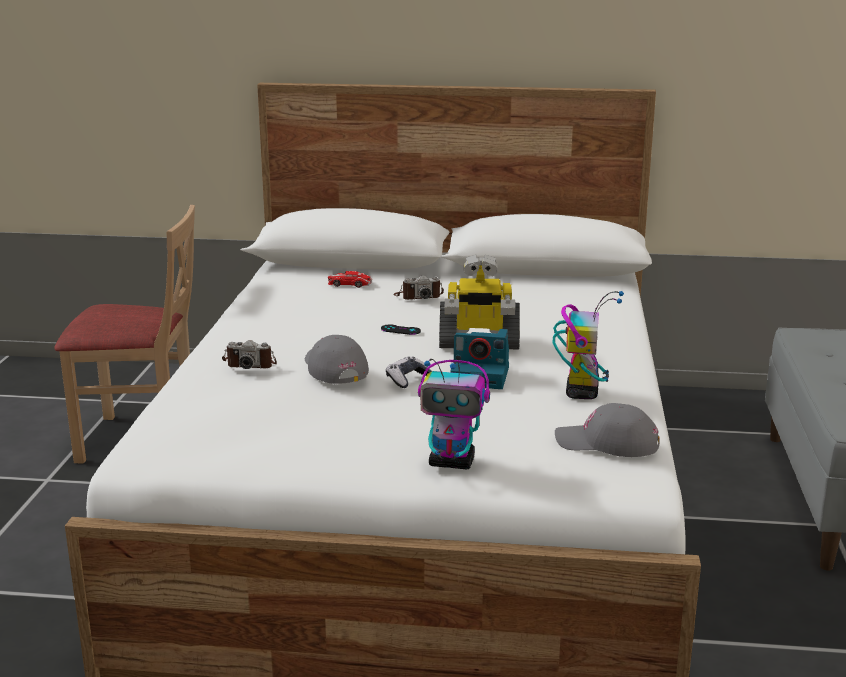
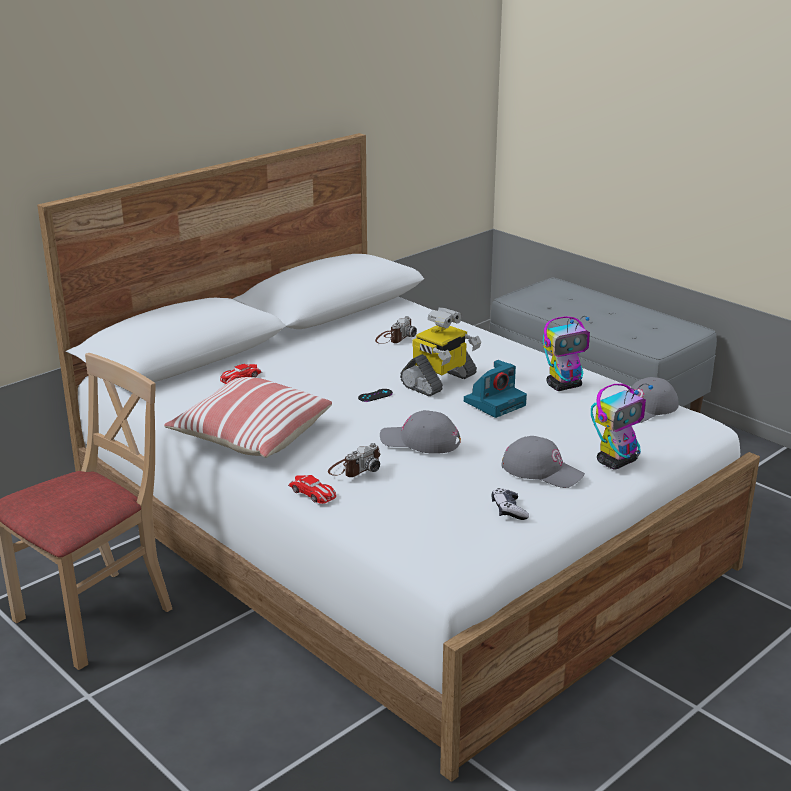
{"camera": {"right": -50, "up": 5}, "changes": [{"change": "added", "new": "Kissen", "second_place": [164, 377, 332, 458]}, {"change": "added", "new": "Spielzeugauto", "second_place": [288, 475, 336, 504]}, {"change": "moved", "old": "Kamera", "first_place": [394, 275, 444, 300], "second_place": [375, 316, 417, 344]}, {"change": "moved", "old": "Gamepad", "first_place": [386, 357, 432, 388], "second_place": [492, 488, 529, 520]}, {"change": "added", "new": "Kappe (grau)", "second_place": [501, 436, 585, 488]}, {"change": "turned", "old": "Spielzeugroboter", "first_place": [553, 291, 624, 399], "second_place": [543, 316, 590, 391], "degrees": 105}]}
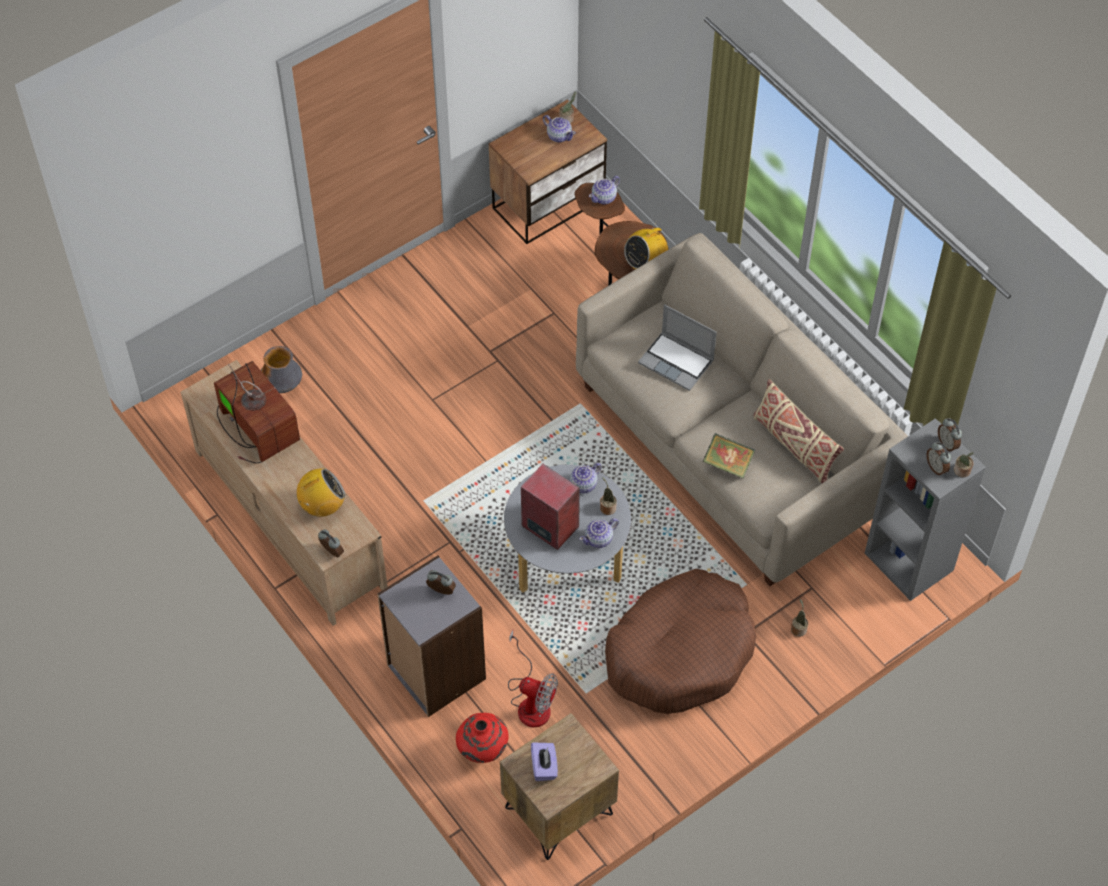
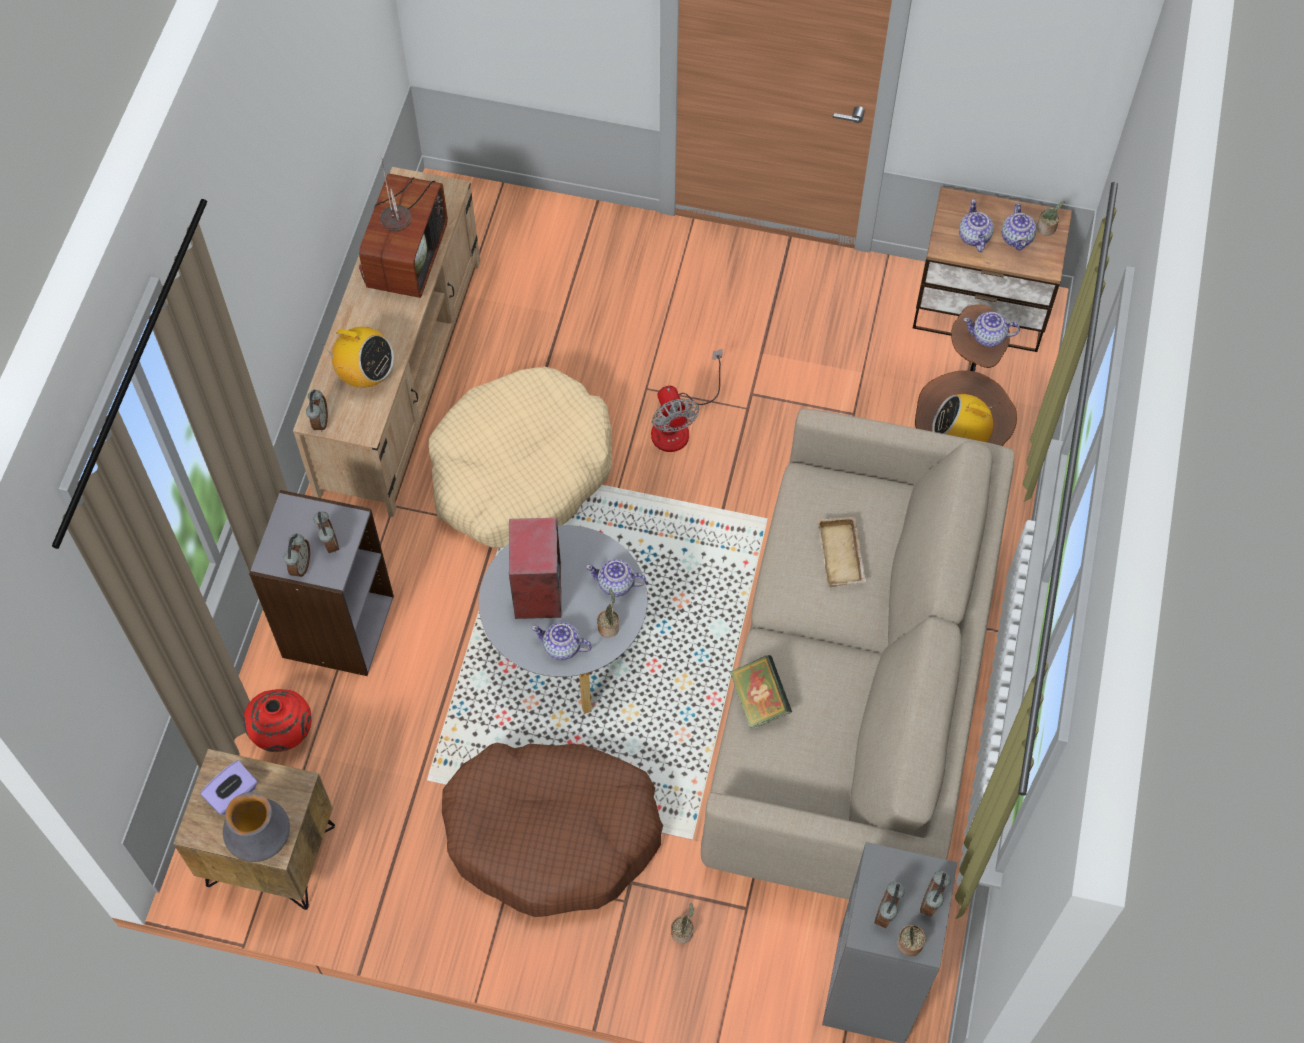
{"camera": {"right": 50, "up": 5}, "changes": [{"change": "moved", "old": "Vase", "first_place": [261, 346, 302, 393], "second_place": [223, 792, 290, 862]}, {"change": "added", "new": "Wecker", "second_place": [284, 534, 310, 578]}, {"change": "added", "new": "Hundebett (beige)", "second_place": [429, 367, 612, 548]}, {"change": "moved", "old": "Ventilator", "first_place": [508, 630, 558, 728], "second_place": [651, 349, 723, 452]}, {"change": "replaced", "old": "Laptop", "new": "Tablett (beige)", "first_place": [638, 304, 717, 391], "second_place": [818, 517, 866, 587]}, {"change": "added", "new": "Teekanne", "second_place": [959, 199, 994, 252]}, {"change": "removed", "old": "Kissen (beige)", "first_place": [753, 379, 844, 483]}]}
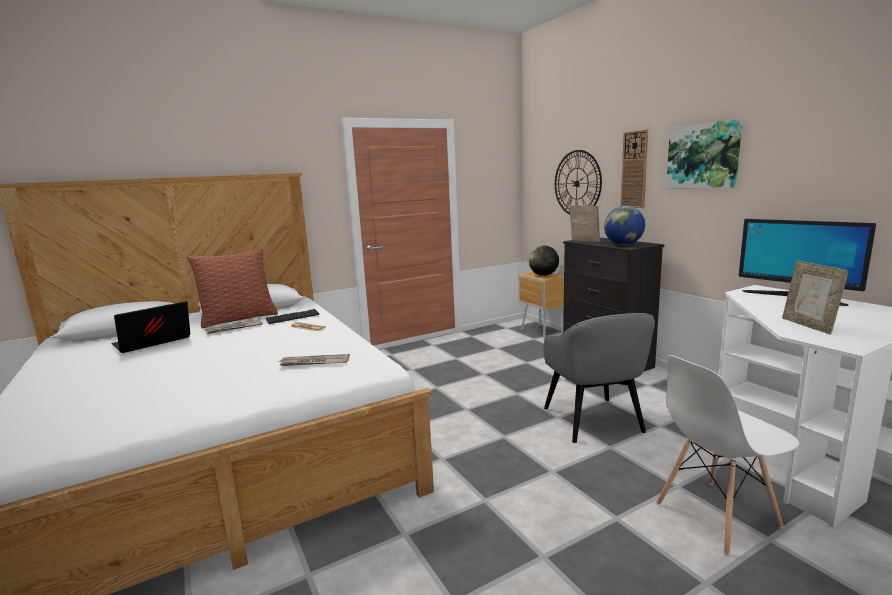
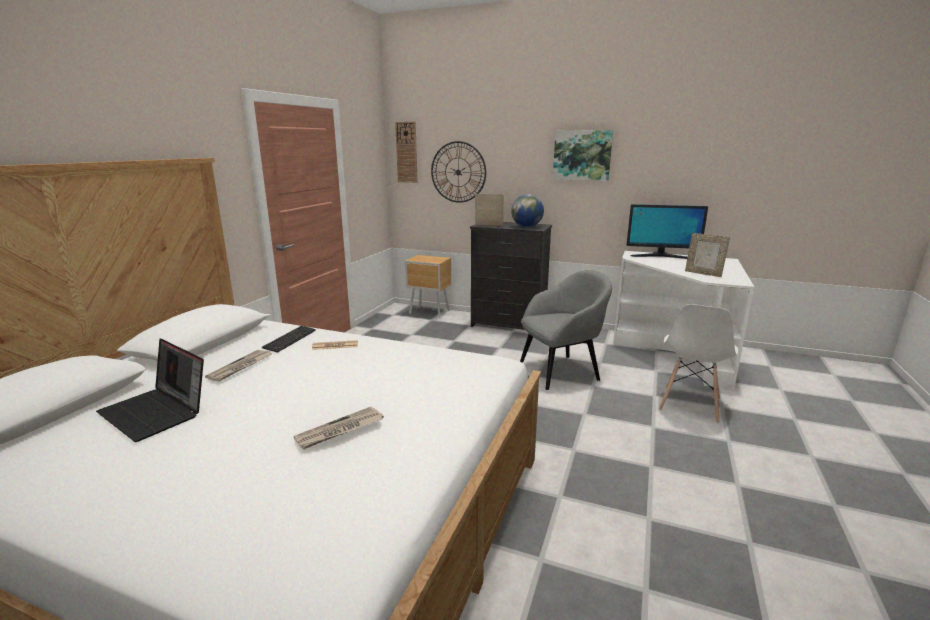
{"camera": {"right": -40, "up": 5}, "changes": [{"change": "turned", "old": "Laptop", "first_place": [111, 301, 190, 353], "second_place": [96, 339, 204, 442], "degrees": -60}, {"change": "moved", "old": "Zeitung", "first_place": [277, 354, 350, 366], "second_place": [294, 406, 384, 449]}, {"change": "moved", "old": "Wanduhr", "first_place": [621, 130, 648, 208], "second_place": [395, 122, 418, 183]}, {"change": "turned", "old": "Sessel (grau)", "first_place": [543, 313, 655, 443], "second_place": [520, 270, 612, 390], "degrees": -60}, {"change": "removed", "old": "Kissen", "first_place": [187, 248, 278, 328]}, {"change": "removed", "old": "Globus", "first_place": [528, 245, 559, 276]}]}
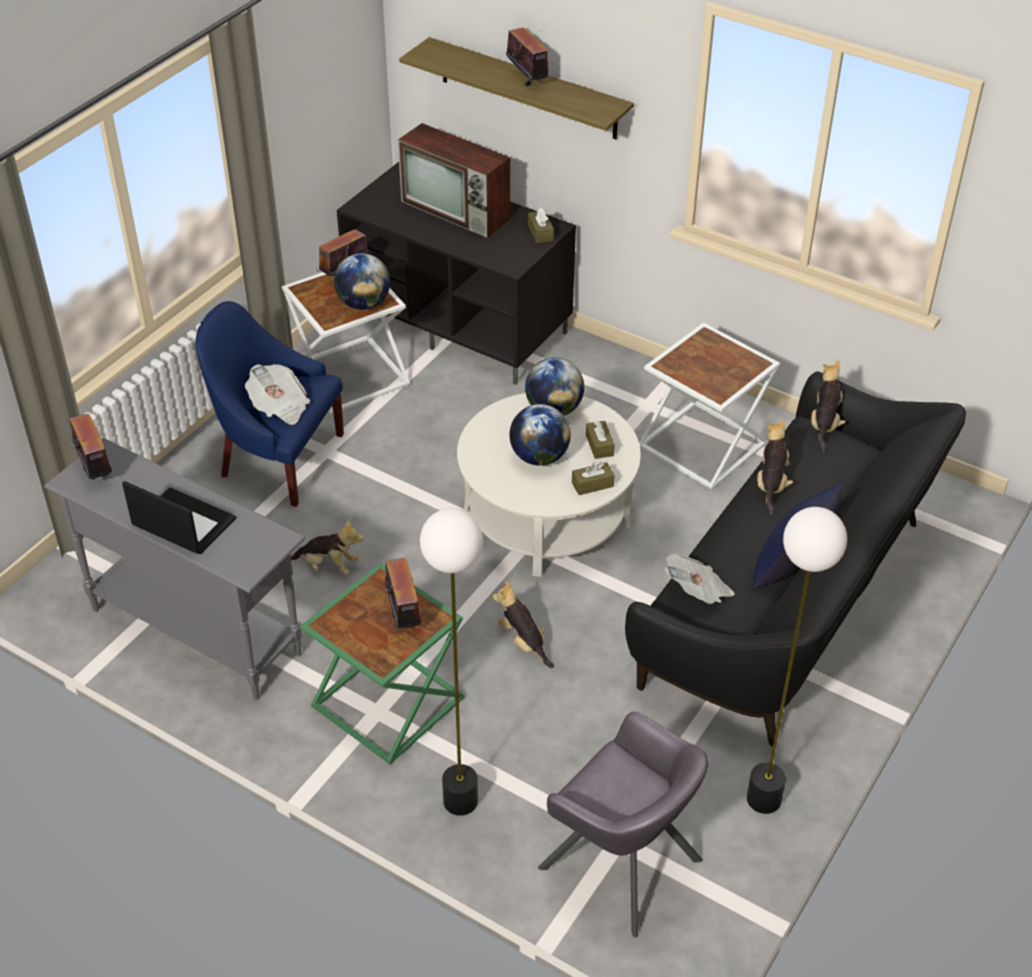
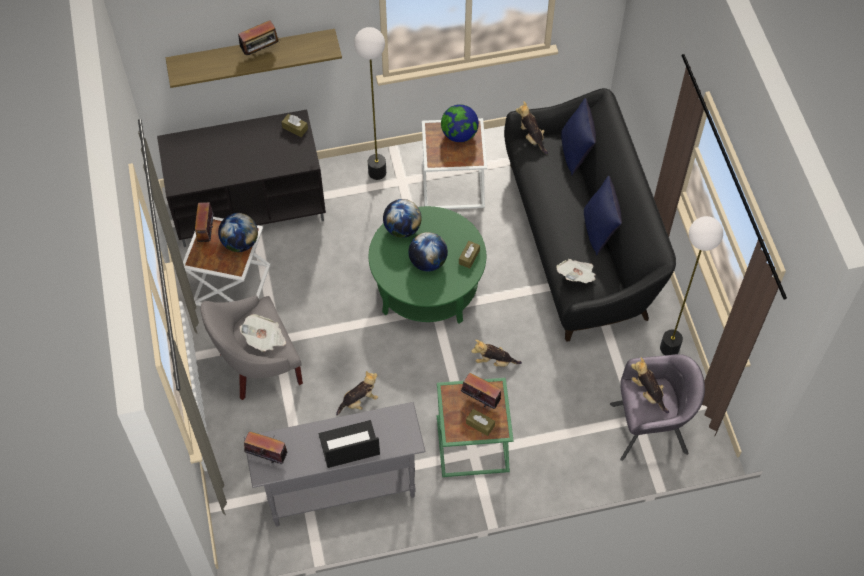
{"camera": {"right": -45, "up": 15}, "changes": [{"change": "recoloured", "old": "Sessel (blau)", "new": "Sessel (grau)", "first_place": [195, 301, 344, 507], "second_place": [201, 295, 303, 400]}, {"change": "turned", "old": "Radio", "first_place": [506, 28, 548, 88], "second_place": [238, 20, 279, 55], "degrees": 135}, {"change": "moved", "old": "Stehlampe", "first_place": [420, 508, 483, 816], "second_place": [354, 27, 386, 180]}, {"change": "recoloured", "old": "Couchtisch (weiß)", "new": "Couchtisch (grün)", "first_place": [457, 393, 641, 577], "second_place": [369, 206, 486, 324]}, {"change": "added", "new": "Globus", "second_place": [441, 104, 479, 142]}, {"change": "moved", "old": "Taschentuchbox (braun)", "first_place": [586, 421, 615, 459], "second_place": [466, 409, 495, 436]}, {"change": "added", "new": "Kissen (blau)", "second_place": [561, 98, 596, 175]}, {"change": "moved", "old": "Plüschtier", "first_place": [757, 419, 793, 515], "second_place": [631, 357, 669, 414]}, {"change": "removed", "old": "Fernseher", "first_place": [398, 123, 510, 238]}]}
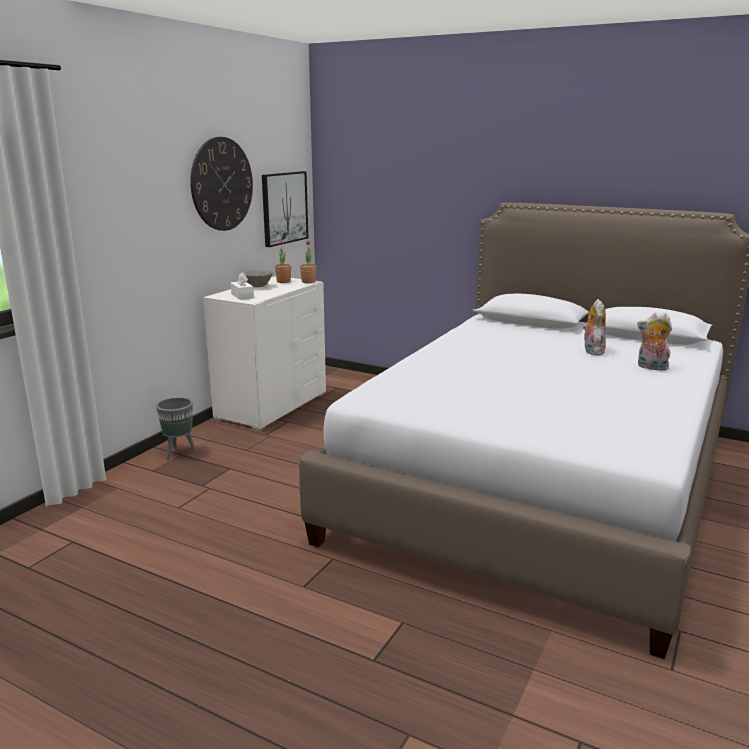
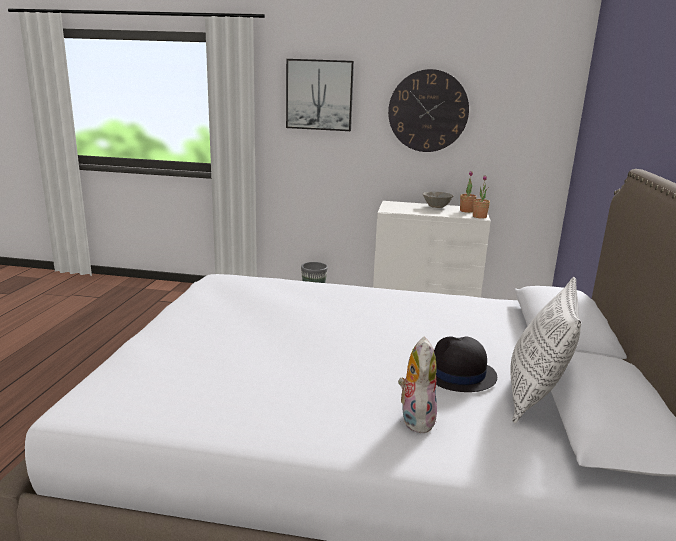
{"camera": {"right": 70, "up": 0}, "changes": [{"change": "moved", "old": "Bild", "first_place": [262, 171, 308, 247], "second_place": [286, 59, 354, 131]}, {"change": "replaced", "old": "Plüschtier", "new": "Hut (schwarz)", "first_place": [583, 299, 606, 355], "second_place": [434, 336, 497, 392]}, {"change": "added", "new": "Kissen", "second_place": [510, 277, 581, 423]}, {"change": "removed", "old": "Taschentuchbox (weiß)", "first_place": [231, 273, 254, 300]}]}
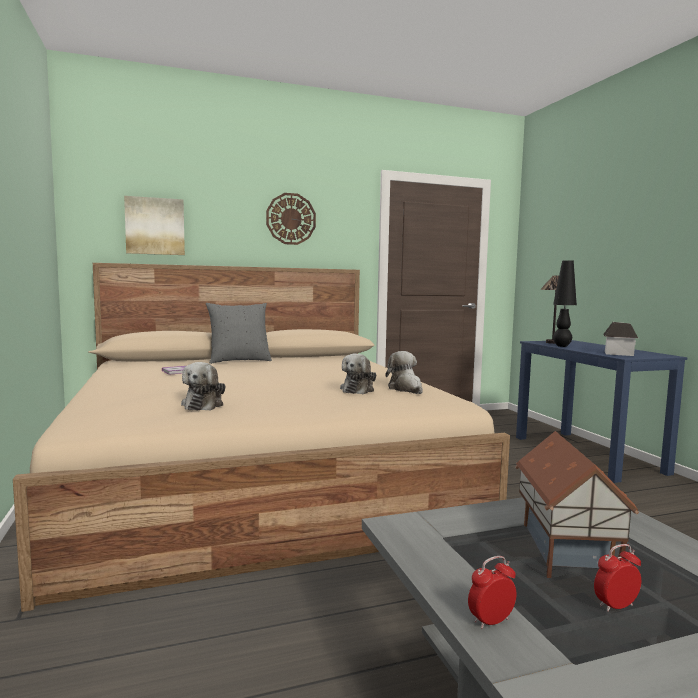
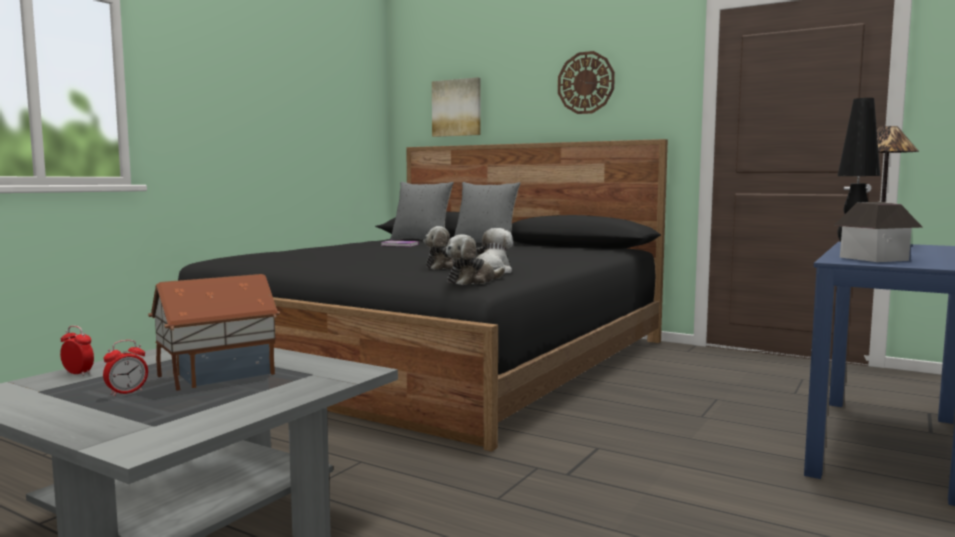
{"camera": {"right": 50, "up": 0}, "changes": [{"change": "turned", "old": "Wecker", "first_place": [594, 544, 641, 612], "second_place": [103, 340, 148, 396], "degrees": 105}, {"change": "recoloured", "old": "Bett (beige)", "new": "Bett (schwarz)", "first_place": [13, 263, 510, 612], "second_place": [178, 139, 668, 452]}, {"change": "added", "new": "Kissen (grau)", "second_place": [390, 182, 454, 240]}, {"change": "moved", "old": "Plüschtier", "first_place": [181, 362, 225, 411], "second_place": [446, 234, 505, 285]}]}
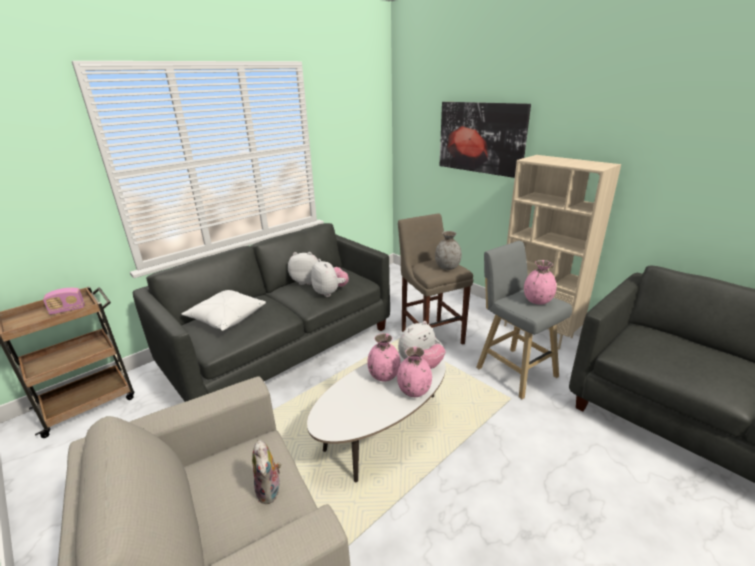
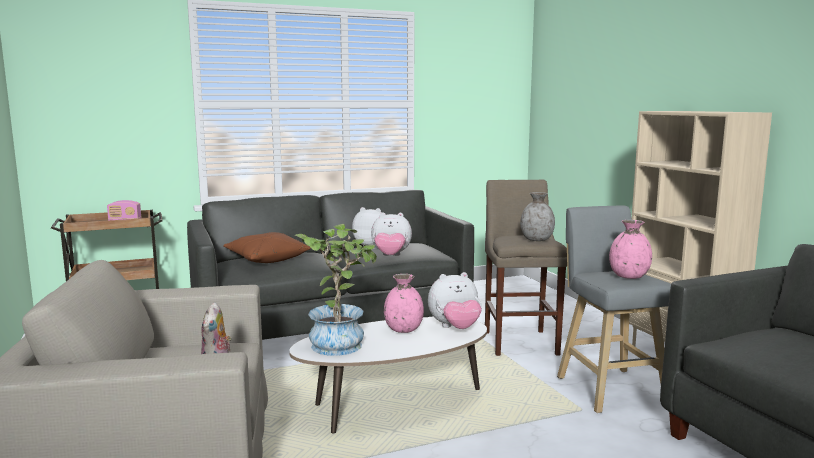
{"camera": {"right": 20, "up": -15}, "changes": [{"change": "recoloured", "old": "Kissen (weiß)", "new": "Kissen (braun)", "first_place": [181, 290, 266, 331], "second_place": [223, 232, 311, 263]}, {"change": "added", "new": "Topfpflanze", "second_place": [295, 224, 377, 356]}, {"change": "turned", "old": "Plüschtier", "first_place": [311, 259, 349, 297], "second_place": [371, 212, 412, 256], "degrees": 105}, {"change": "removed", "old": "Vase (rosa)", "first_place": [397, 347, 432, 397]}, {"change": "removed", "old": "Bild", "first_place": [439, 102, 531, 178]}]}
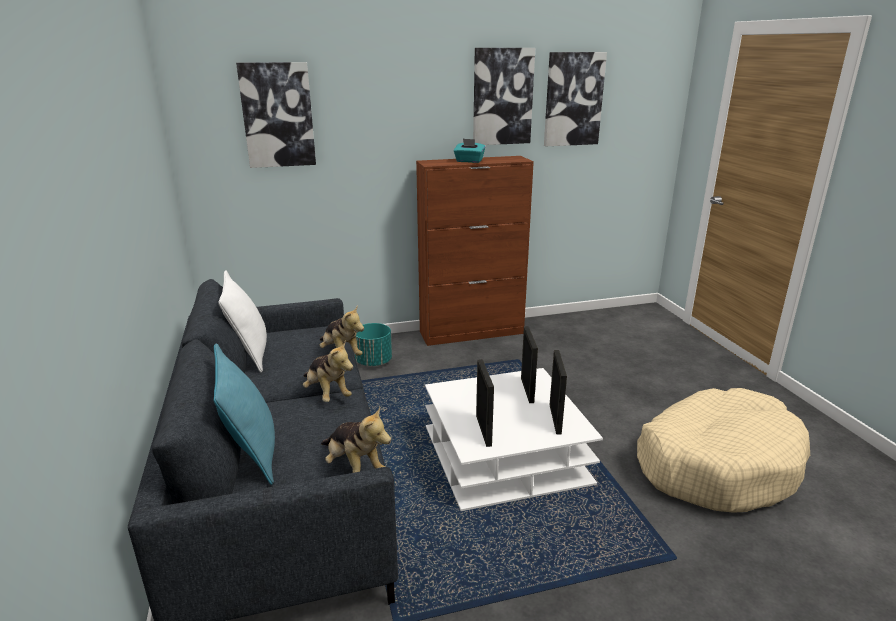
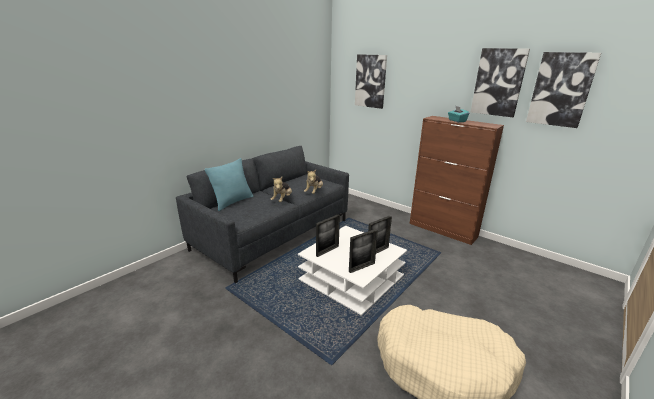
{"camera": {"right": 55, "up": 0}, "changes": [{"change": "removed", "old": "Kissen (weiß)", "first_place": [218, 270, 267, 372]}, {"change": "removed", "old": "Plüschtier", "first_place": [321, 407, 391, 473]}, {"change": "removed", "old": "Pflanzkübel (türkis)", "first_place": [355, 323, 392, 366]}]}
